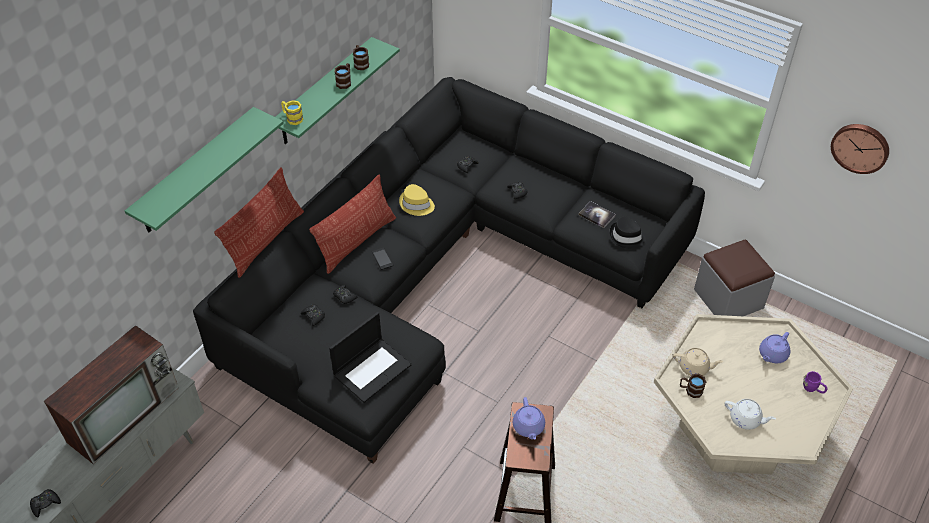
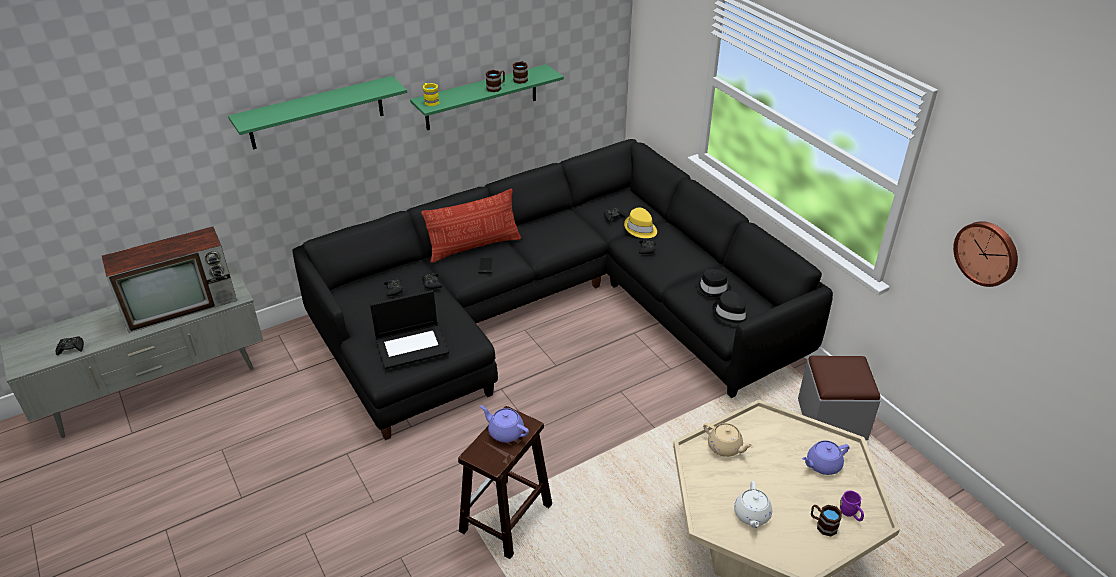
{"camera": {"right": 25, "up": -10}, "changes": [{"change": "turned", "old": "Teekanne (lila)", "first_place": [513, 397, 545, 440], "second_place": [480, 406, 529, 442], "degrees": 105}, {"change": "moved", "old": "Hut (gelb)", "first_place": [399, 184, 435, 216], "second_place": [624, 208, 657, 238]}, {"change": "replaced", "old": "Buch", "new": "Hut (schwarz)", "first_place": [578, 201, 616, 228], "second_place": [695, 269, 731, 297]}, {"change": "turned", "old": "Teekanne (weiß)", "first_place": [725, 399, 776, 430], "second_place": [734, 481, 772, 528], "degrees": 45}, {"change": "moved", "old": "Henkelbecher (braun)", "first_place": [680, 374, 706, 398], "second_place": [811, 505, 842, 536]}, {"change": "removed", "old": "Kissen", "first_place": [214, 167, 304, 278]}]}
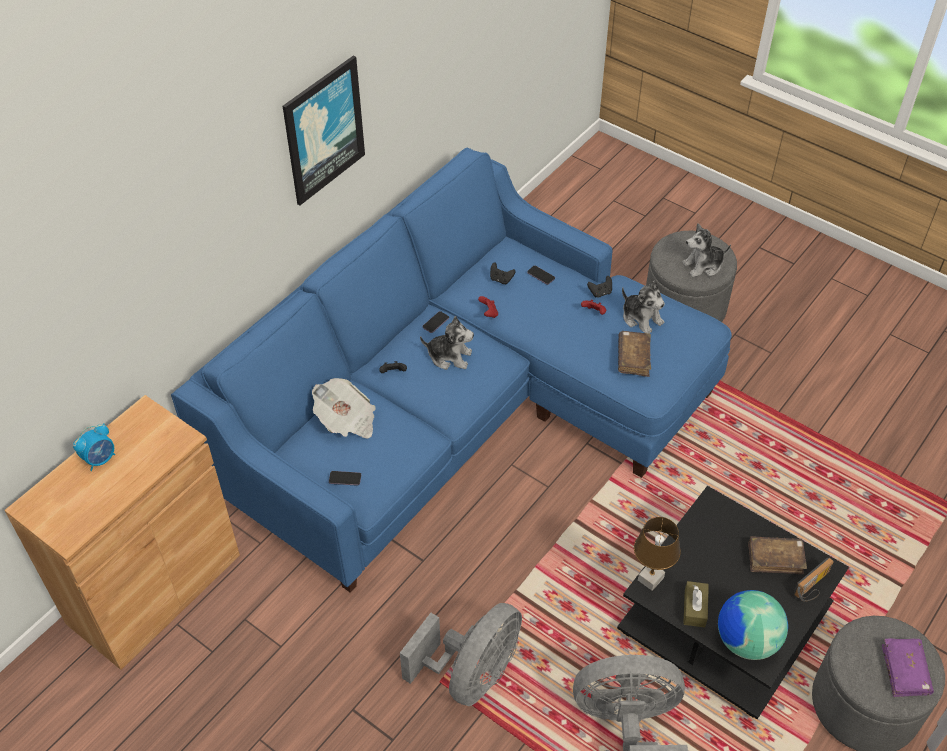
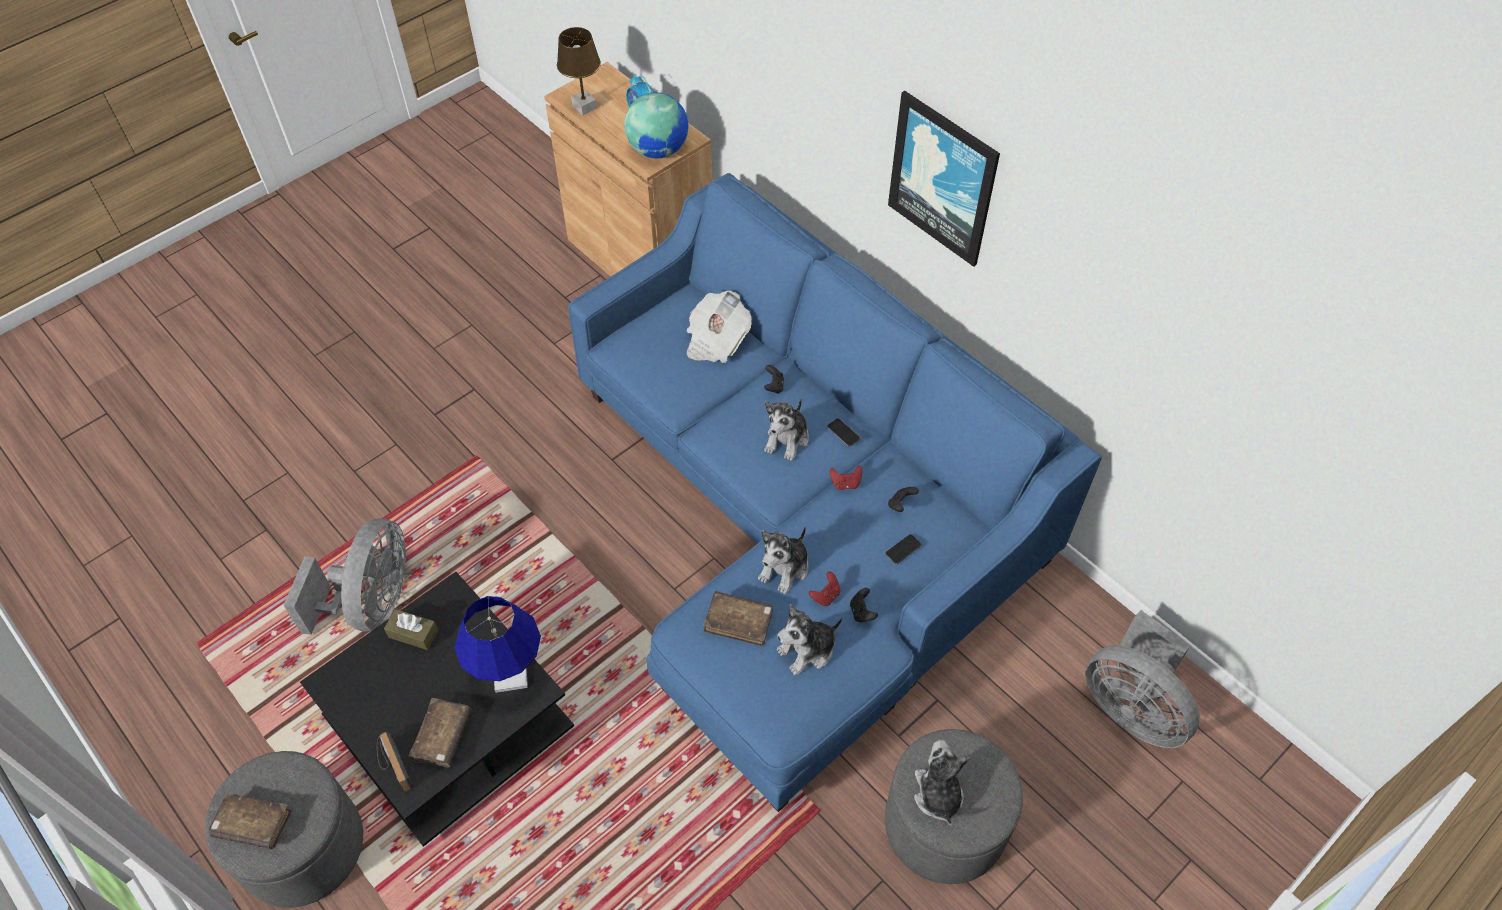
{"camera": {"right": 100, "up": 5}, "changes": [{"change": "recoloured", "old": "Buch (lila)", "new": "Buch (braun)", "first_place": [882, 639, 934, 697], "second_place": [209, 792, 292, 849]}, {"change": "added", "new": "Tischlampe (blau)", "second_place": [454, 596, 541, 693]}, {"change": "moved", "old": "Tischlampe (braun)", "first_place": [634, 517, 681, 591], "second_place": [557, 27, 601, 115]}, {"change": "moved", "old": "Globus", "first_place": [718, 590, 788, 660], "second_place": [624, 92, 688, 158]}, {"change": "added", "new": "Plüschtier", "second_place": [758, 527, 809, 594]}, {"change": "moved", "old": "Ventilator (grau)", "first_place": [400, 603, 522, 706], "second_place": [1085, 610, 1200, 748]}, {"change": "removed", "old": "Handy", "first_place": [329, 471, 361, 486]}]}
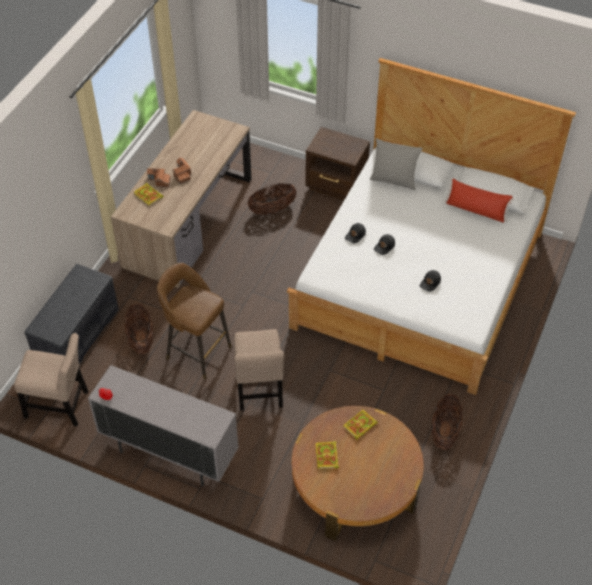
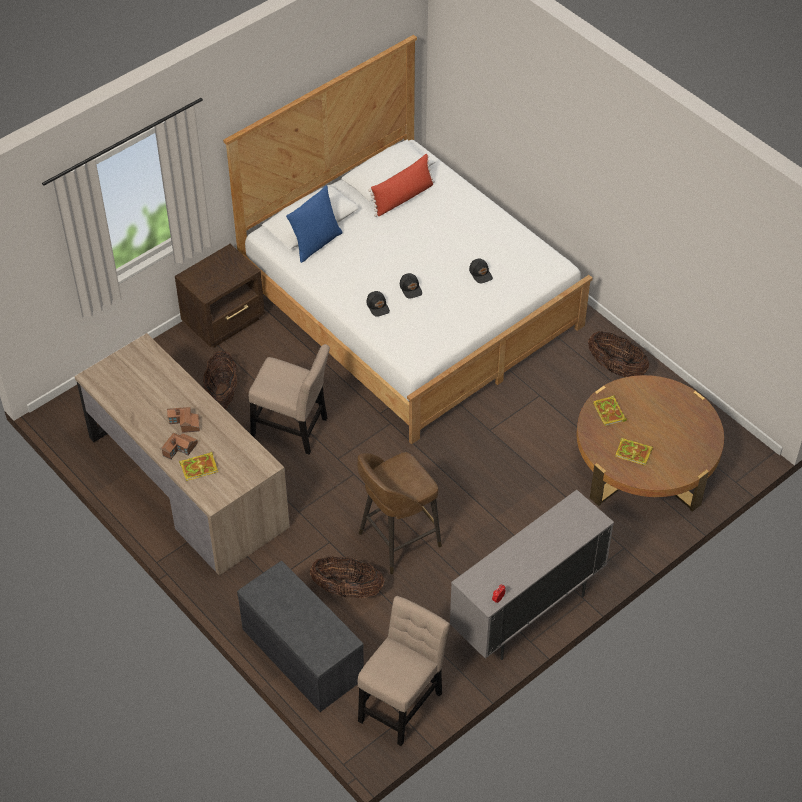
{"camera": {"right": -65, "up": 0}, "changes": [{"change": "moved", "old": "Stuhl (beige)", "first_place": [234, 329, 284, 411], "second_place": [249, 344, 330, 455]}, {"change": "recoloured", "old": "Kissen (grau)", "new": "Kissen (blau)", "first_place": [370, 138, 423, 190], "second_place": [286, 185, 343, 263]}]}
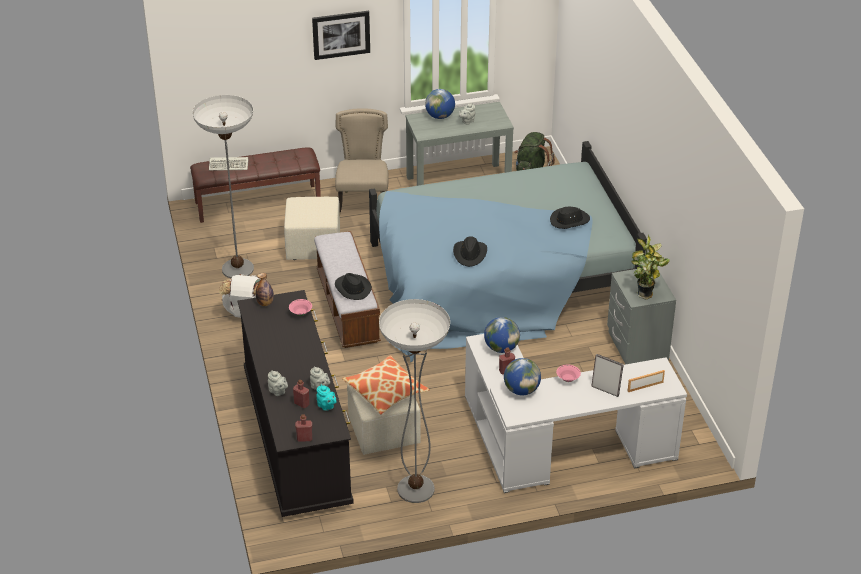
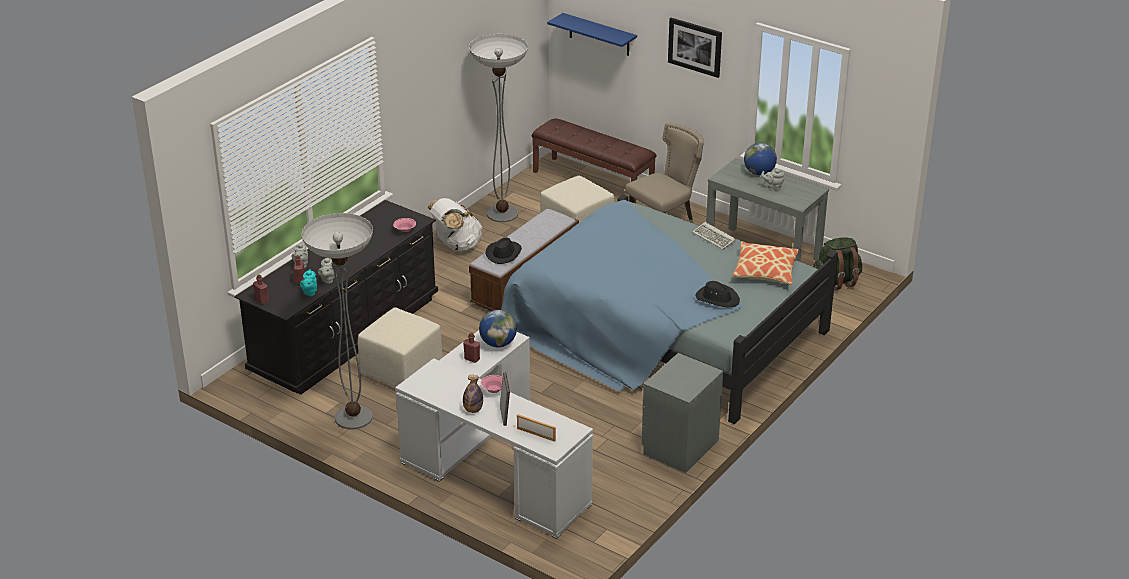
{"camera": {"right": 50, "up": -5}, "changes": [{"change": "moved", "old": "Flasche", "first_place": [256, 273, 274, 306], "second_place": [463, 375, 483, 413]}, {"change": "added", "new": "Wandregal (blau)", "second_place": [547, 13, 637, 56]}, {"change": "moved", "old": "Tastatur", "first_place": [209, 157, 248, 171], "second_place": [692, 222, 736, 250]}, {"change": "moved", "old": "Kissen", "first_place": [342, 355, 430, 415], "second_place": [732, 242, 799, 285]}, {"change": "removed", "old": "Hut (schwarz)", "first_place": [453, 236, 487, 267]}, {"change": "removed", "old": "Globus", "first_place": [504, 358, 541, 395]}, {"change": "removed", "old": "Topfpflanze", "first_place": [631, 235, 670, 300]}]}
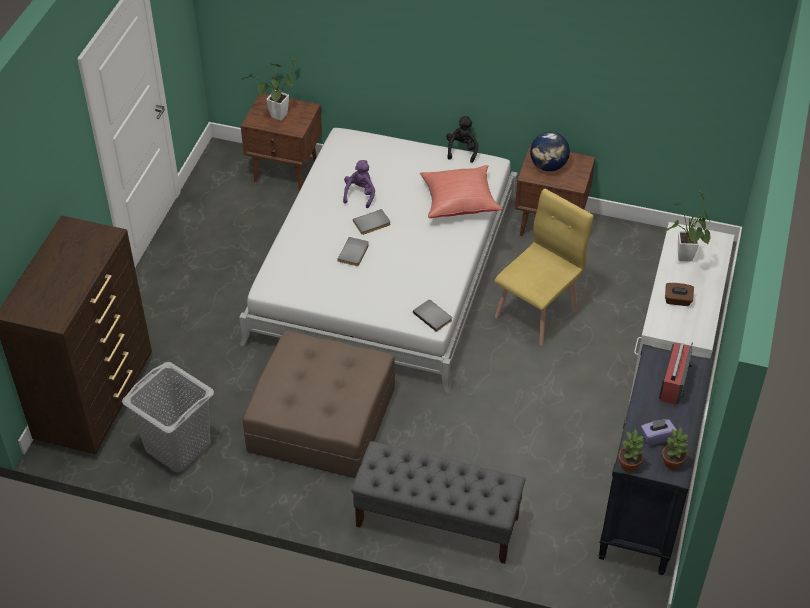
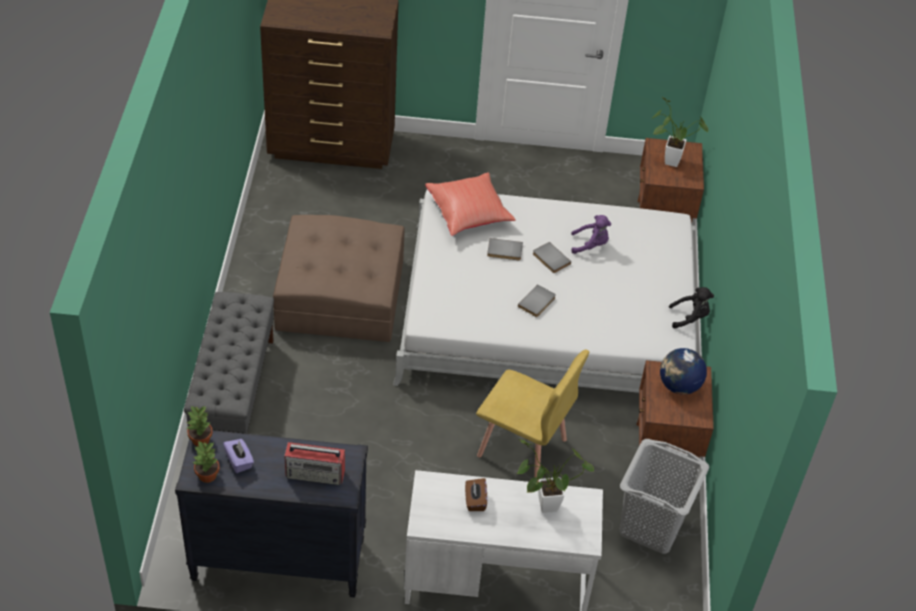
{"camera": {"right": 75, "up": 0}, "changes": [{"change": "moved", "old": "Kissen (rot)", "first_place": [420, 165, 502, 218], "second_place": [425, 172, 516, 236]}, {"change": "moved", "old": "Buch (grau)", "first_place": [413, 300, 452, 332], "second_place": [518, 284, 556, 317]}, {"change": "moved", "old": "Wäschekorb (grau)", "first_place": [122, 362, 214, 472], "second_place": [619, 439, 709, 554]}]}
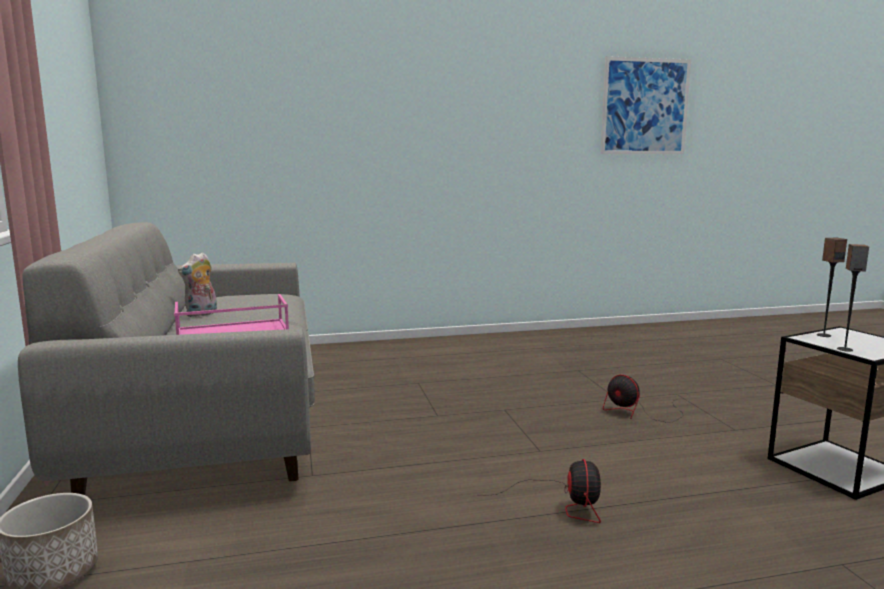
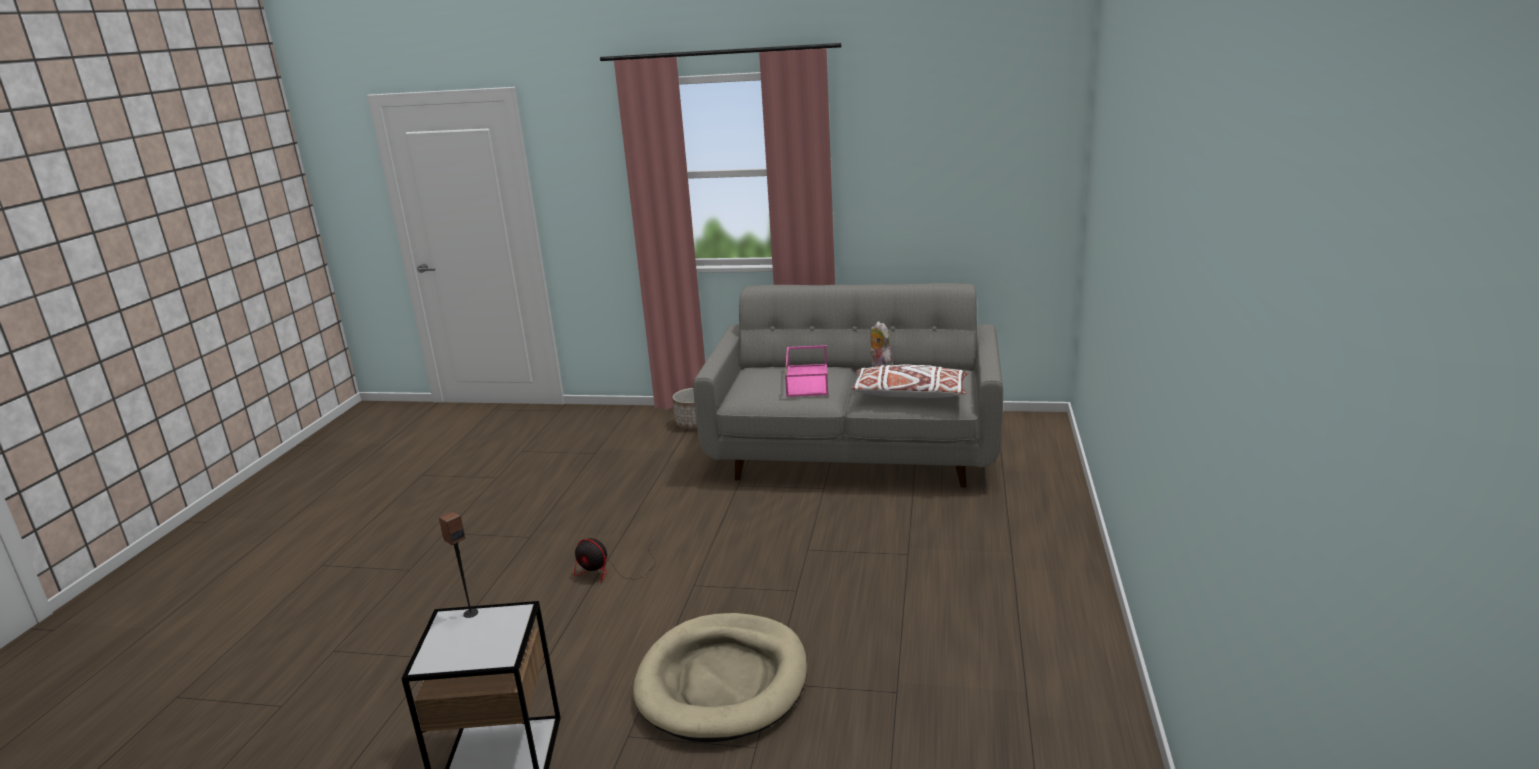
{"camera": {"right": 115, "up": 10}, "changes": [{"change": "replaced", "old": "Ventilator", "new": "Hundebett (beige)", "first_place": [603, 375, 683, 423], "second_place": [633, 613, 807, 743]}, {"change": "added", "new": "Kissen (weiß)", "second_place": [851, 364, 968, 398]}, {"change": "removed", "old": "Bild", "first_place": [600, 56, 691, 154]}, {"change": "removed", "old": "Lautsprecher", "first_place": [817, 238, 847, 337]}]}
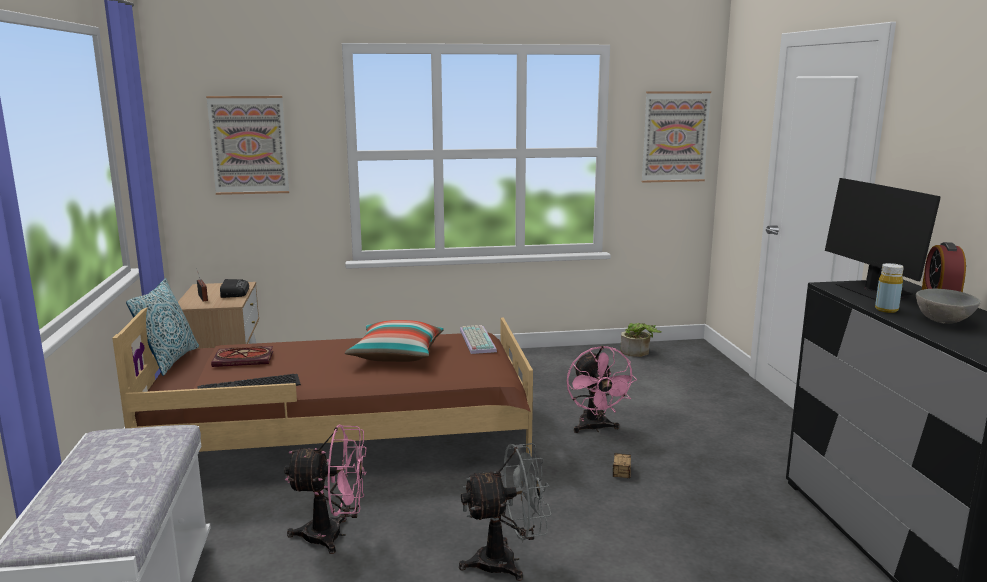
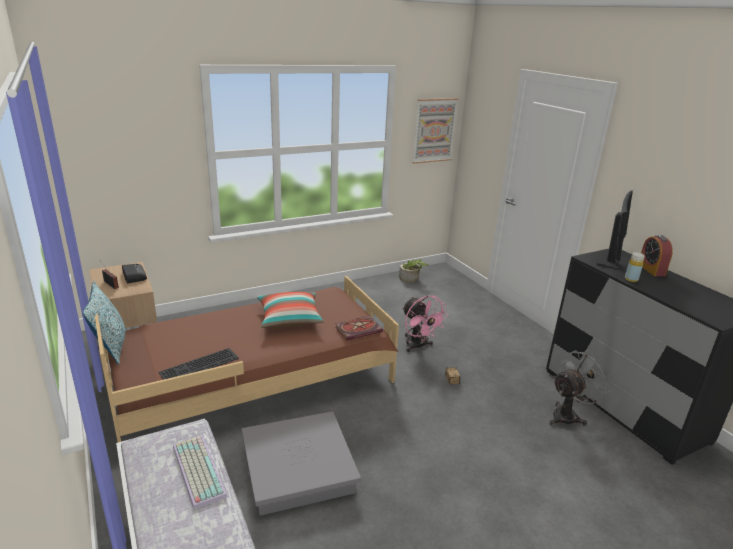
{"camera": {"right": -20, "up": 10}, "changes": [{"change": "moved", "old": "Tastatur", "first_place": [460, 325, 497, 354], "second_place": [173, 436, 227, 509]}, {"change": "replaced", "old": "Ventilator (rosa)", "new": "Aufbewahrungsbox (grau)", "first_place": [284, 425, 366, 554], "second_place": [242, 411, 361, 516]}, {"change": "moved", "old": "Buch", "first_place": [211, 346, 273, 367], "second_place": [335, 316, 383, 340]}, {"change": "moved", "old": "Ventilator (grau)", "first_place": [459, 443, 552, 581], "second_place": [549, 350, 612, 426]}, {"change": "turned", "old": "Monitor", "first_place": [825, 178, 941, 300], "second_place": [596, 190, 633, 271], "degrees": -120}, {"change": "removed", "old": "Bild", "first_place": [206, 96, 289, 195]}, {"change": "removed", "old": "Schüssel (grau)", "first_place": [916, 289, 981, 324]}]}
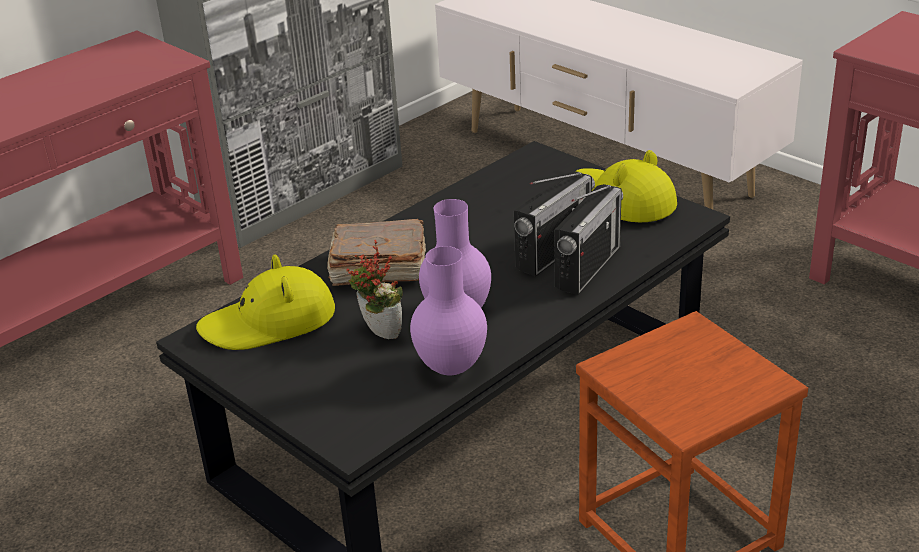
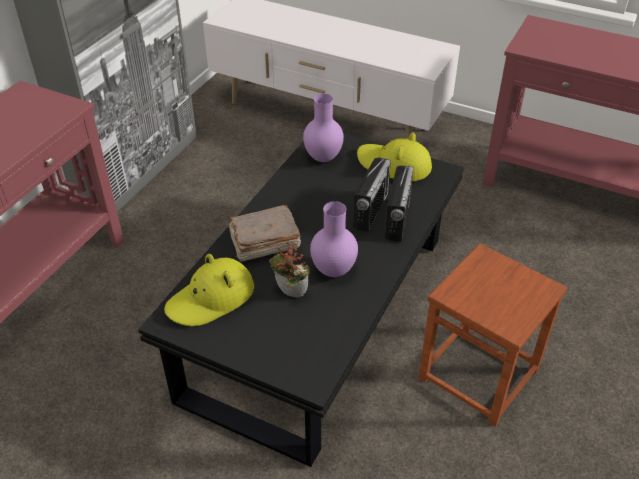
{"camera": {"right": -20, "up": 10}, "changes": [{"change": "moved", "old": "Vase (lila)", "first_place": [410, 246, 487, 375], "second_place": [303, 93, 344, 162]}]}
